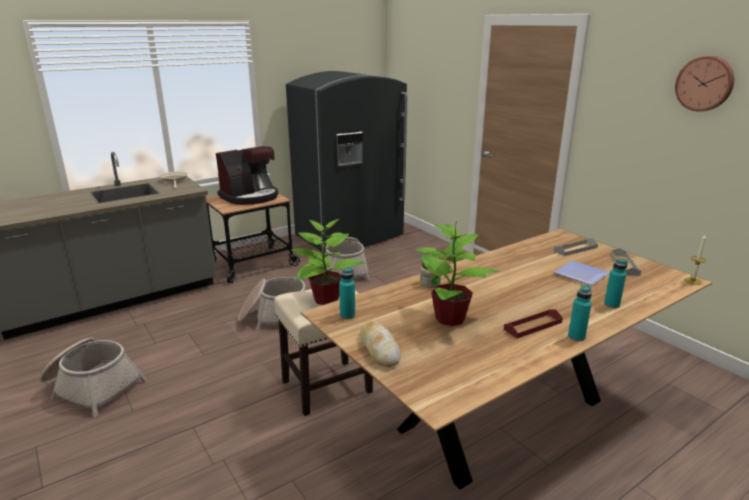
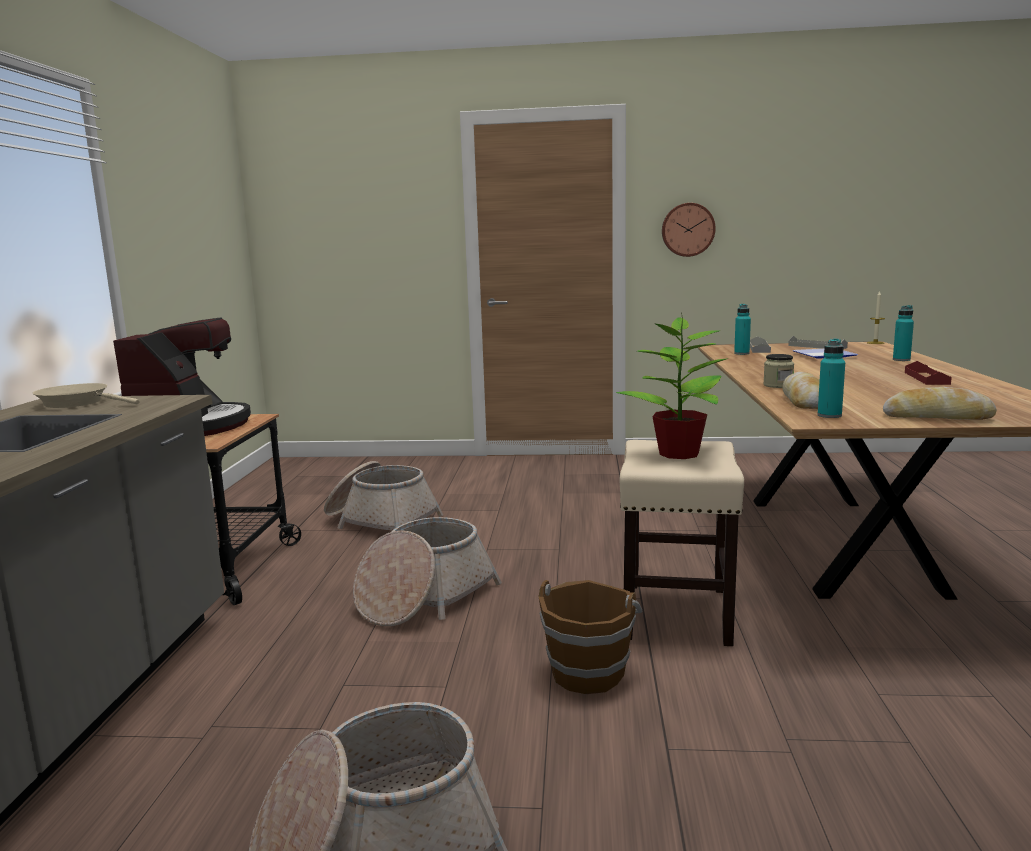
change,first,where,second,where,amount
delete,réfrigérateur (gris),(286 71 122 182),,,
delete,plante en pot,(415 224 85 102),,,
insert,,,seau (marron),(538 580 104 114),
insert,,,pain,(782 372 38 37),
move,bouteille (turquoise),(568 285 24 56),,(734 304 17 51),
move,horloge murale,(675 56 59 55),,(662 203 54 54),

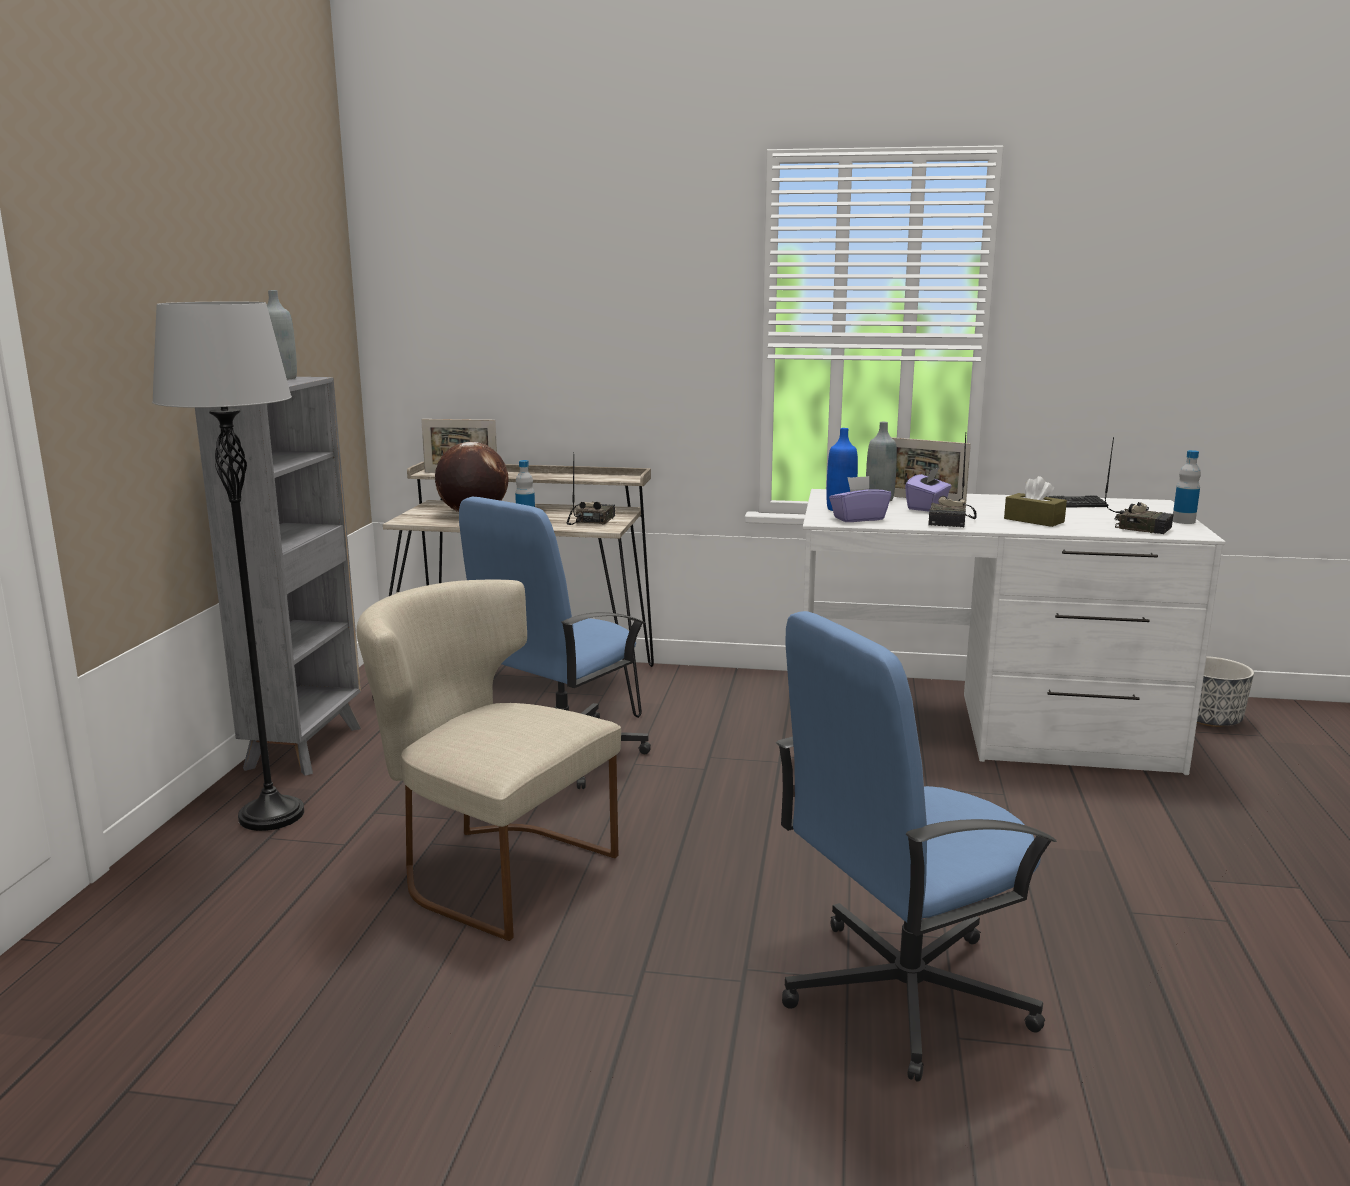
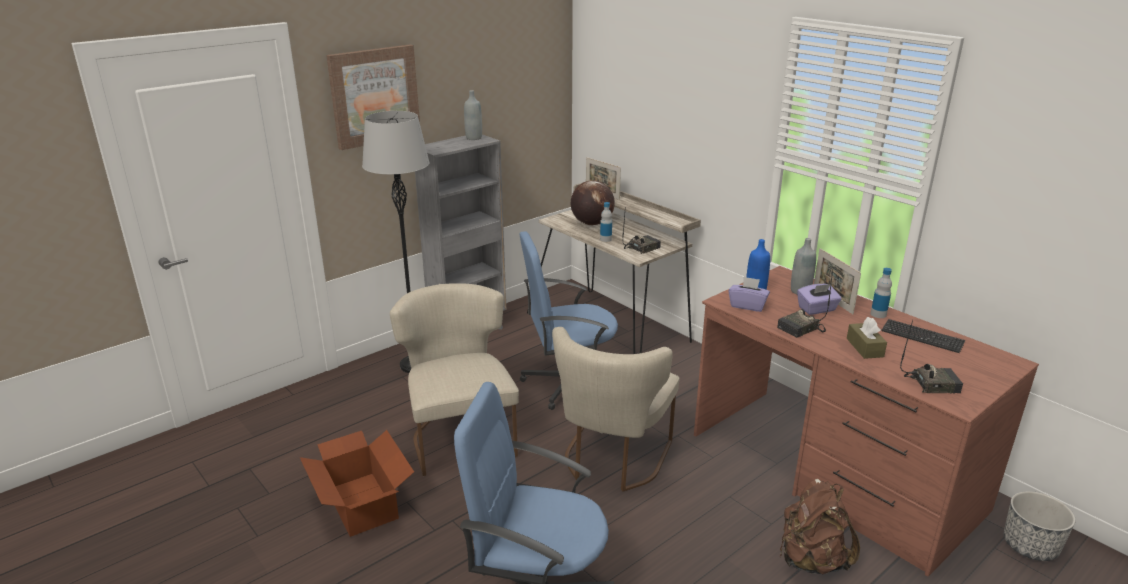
change,first,where,second,where,amount
insert,,,carton,(300 430 114 107),
insert,,,tableau,(326 45 94 105),
insert,,,chaise (beige),(552 327 128 165),
insert,,,sac à dos (marron),(779 479 81 95),
move,bouteille,(1173 450 28 74),,(870 268 22 50),
recolor,bureau (blanc),(803 489 422 286),bureau (marron),(694 266 345 311),
rotate,radio,(1105 437 68 97),,(900 320 63 74),75 degrees counterclockwise

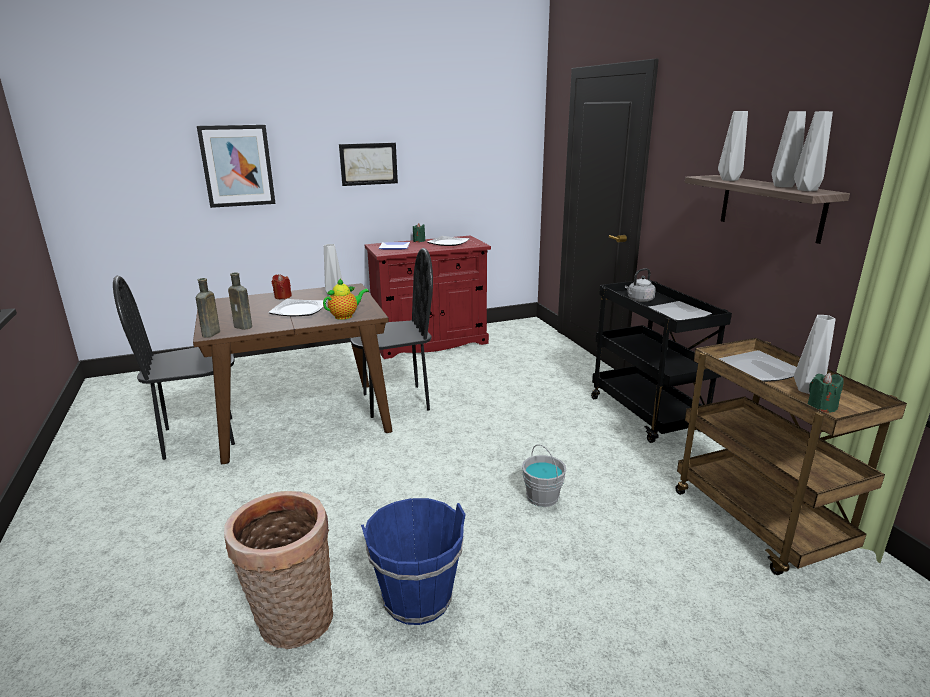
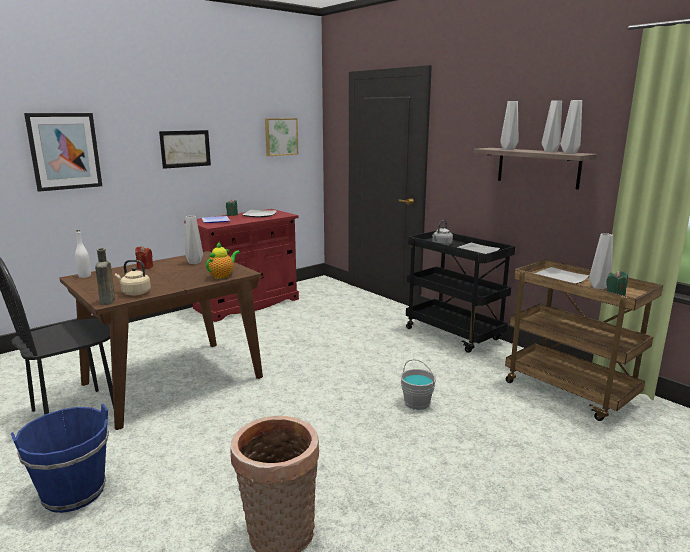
change,first,where,second,where,amount
delete,assiette,(268 299 59 17),,,
delete,chaise (noir),(350 248 83 170),,,
insert,,,bouteille (blanc),(75 230 16 48),
insert,,,tableau,(265 118 33 38),
move,seau (bleu),(361 498 105 127),,(11 404 98 109),
replace,bouteille (marron),(228 273 24 57),bouilloire (beige),(115 260 36 35),

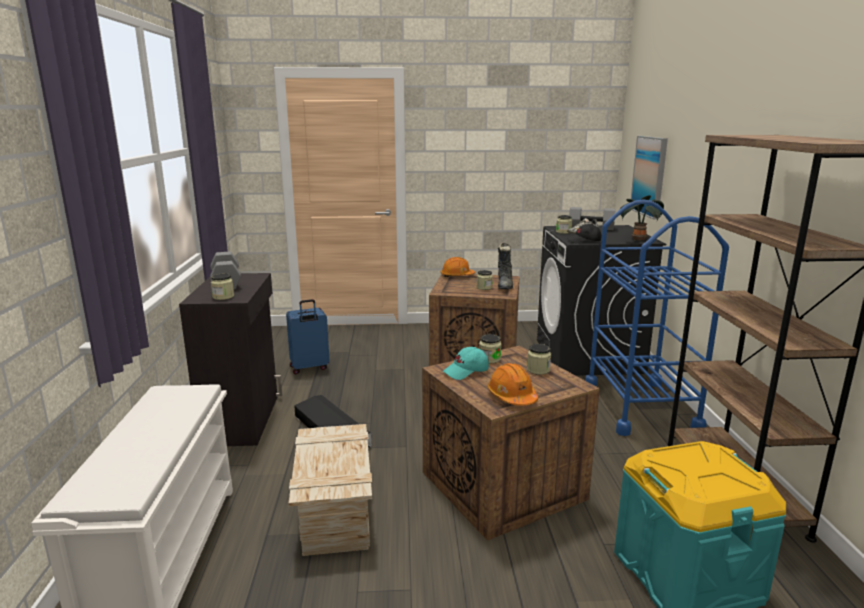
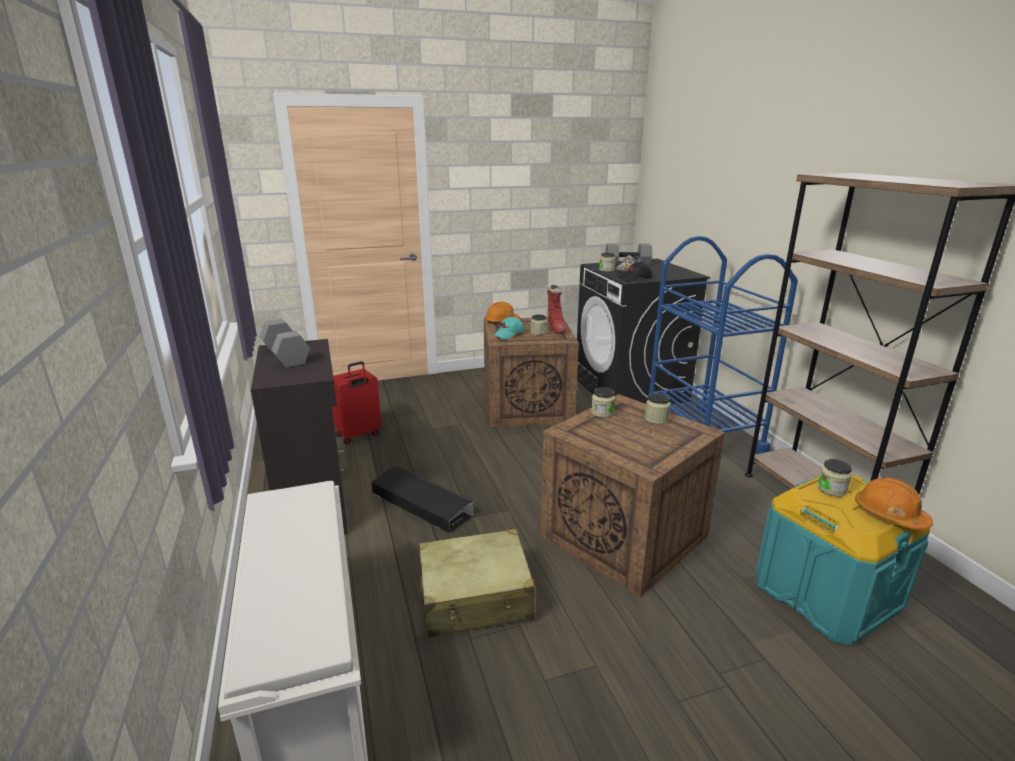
change,first,where,second,where,amount
delete,plante en pot,(620 195 44 46),,,
delete,tableau,(631 136 37 83),,,
move,bocal,(211 273 23 27),,(817 459 35 38),
move,casquette (turquoise),(443 347 46 33),,(493 317 31 22),
move,casque de chantier (orange),(488 363 50 42),,(855 477 78 53),
replace,caisse,(289 424 83 132),valise (beige),(419 529 118 108),
recolor,valise (bleu),(286 299 44 75),valise (rouge),(332 361 50 84),
recolor,botte (noir),(498 243 15 46),botte (rouge),(547 285 20 48),

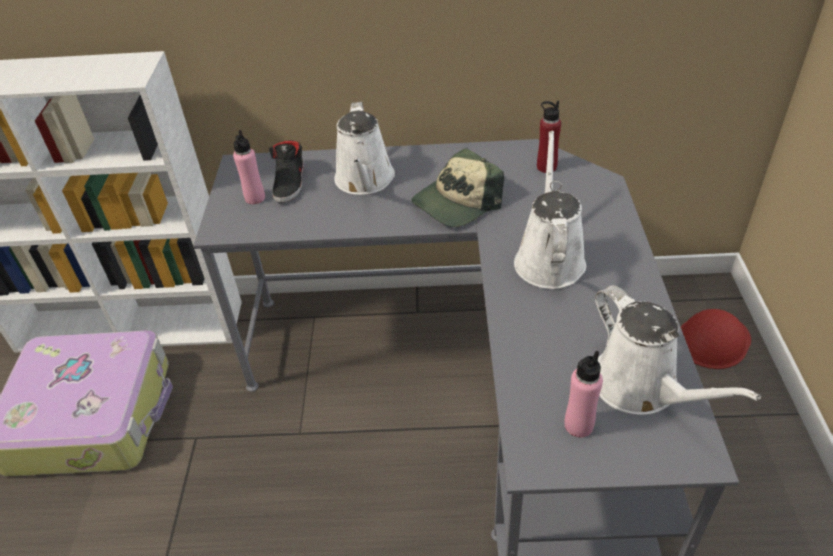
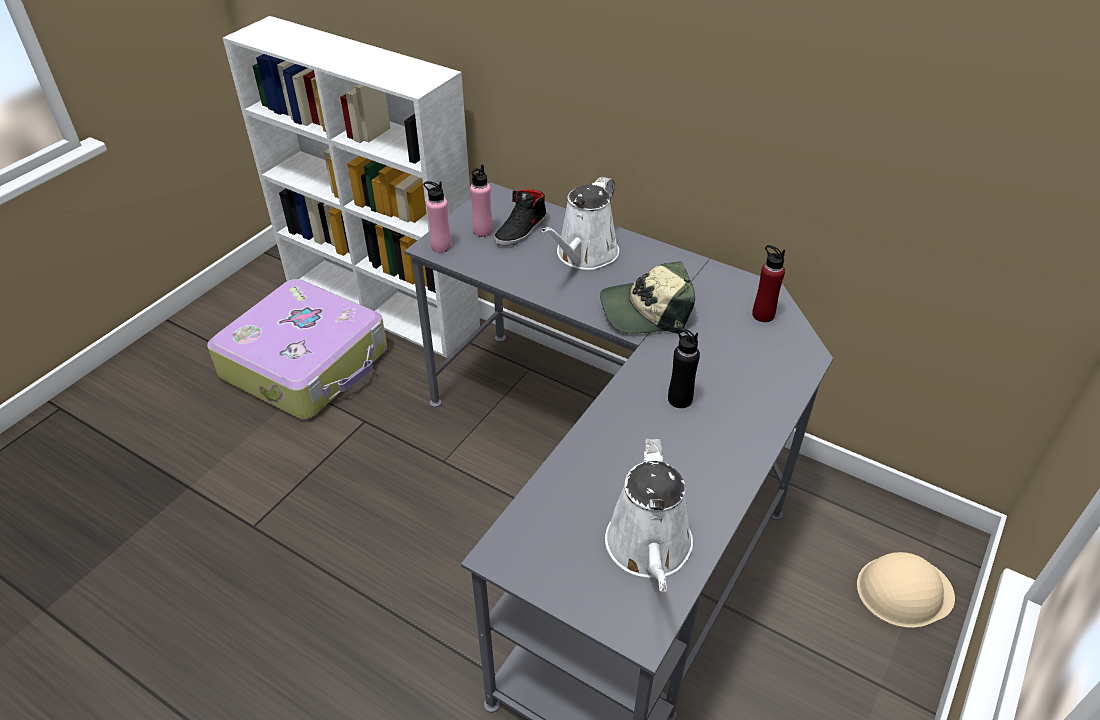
change,first,where,second,where,amount
move,bouteille (rose),(564 351 39 87),,(424 181 27 72),
replace,arrosoir (blanc),(514 131 72 158),bouteille (noir),(668 328 32 80),
recolor,casque de chantier (rouge),(681 309 70 60),casque de chantier (beige),(857 552 98 76),

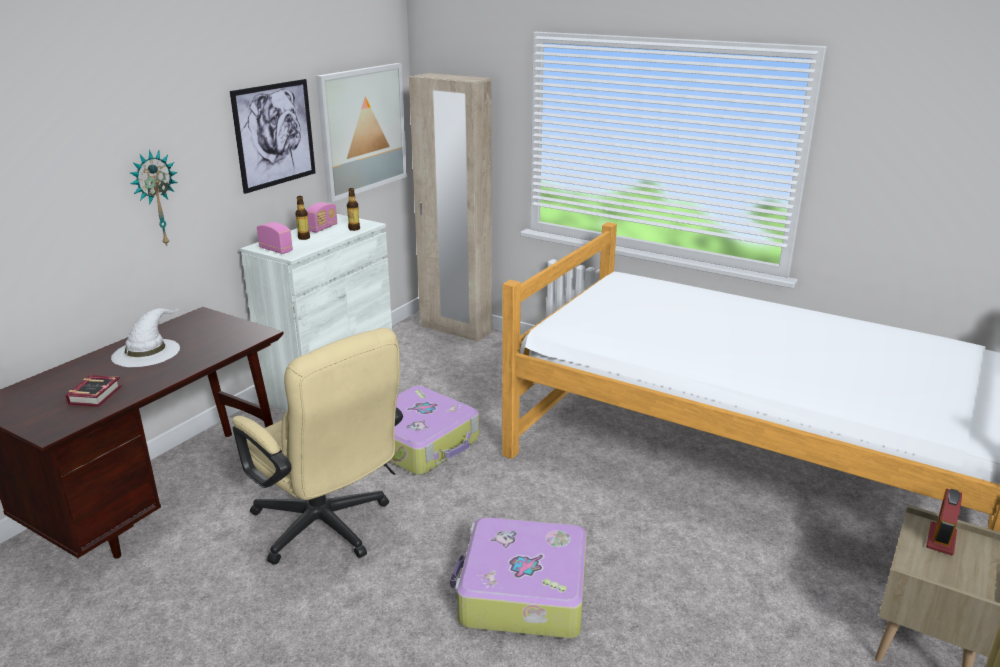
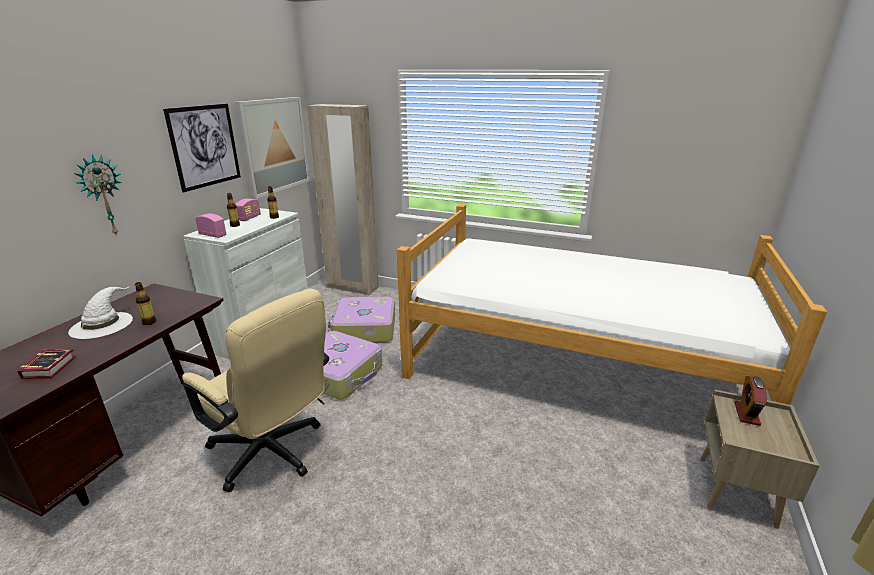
change,first,where,second,where,amount
insert,,,bouteille,(135 282 21 43),
move,valise,(450 517 137 122),,(328 297 67 46),

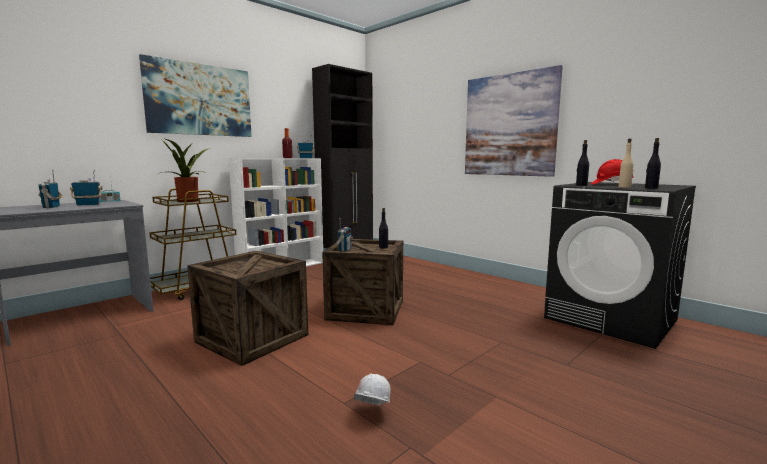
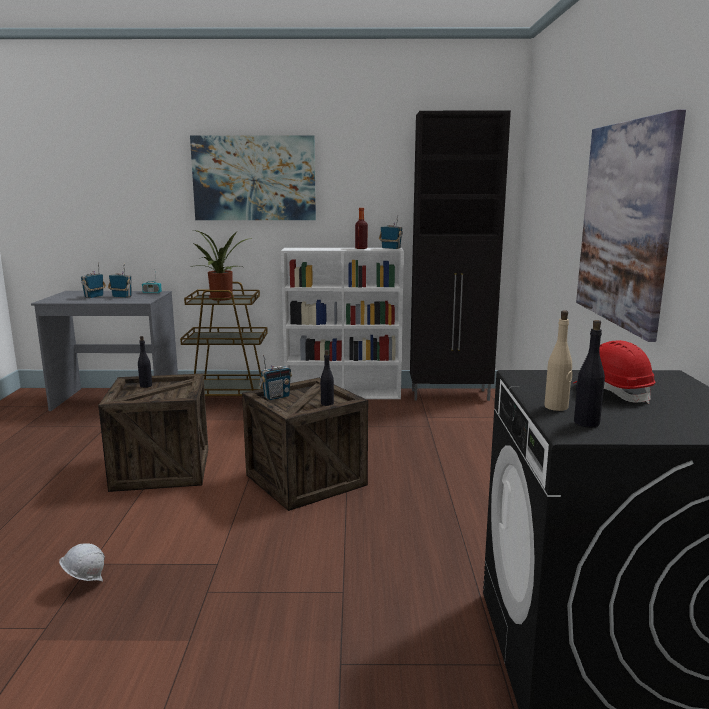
change,first,where,second,where,amount
move,bouteille (noir),(576 140 13 46),,(138 336 14 52),

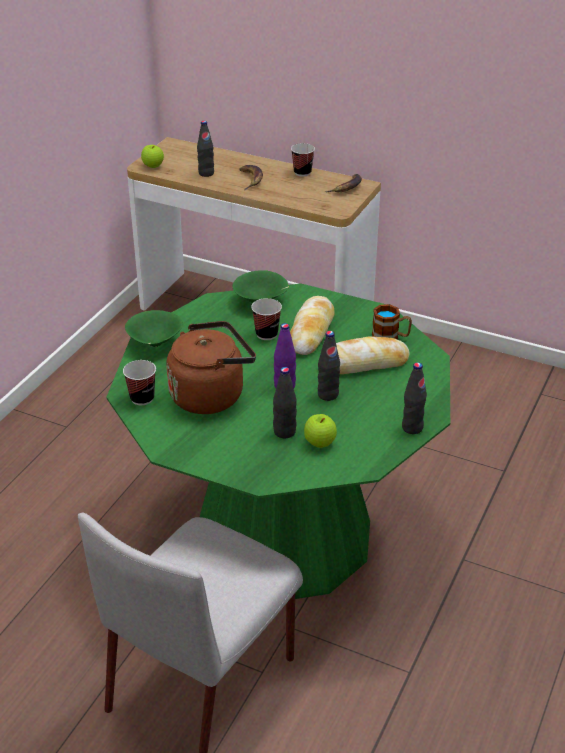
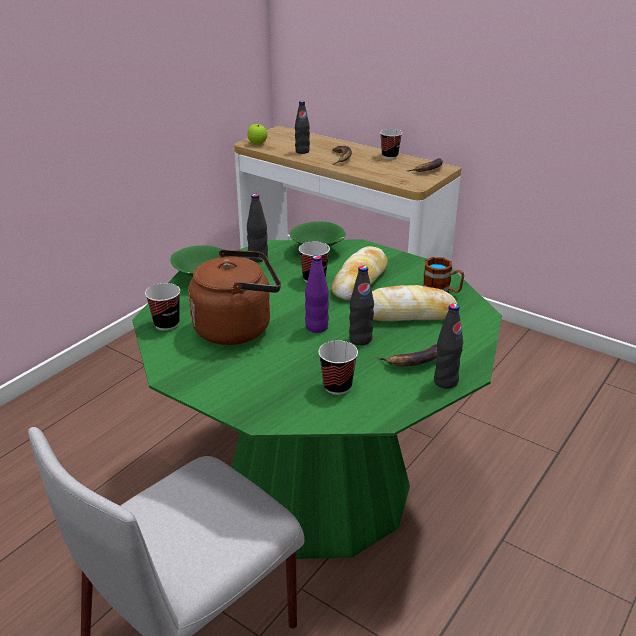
change,first,where,second,where,amount
insert,,,banane,(377 344 60 22),
move,bouteille (noir),(273 367 24 71),,(247 194 21 68),
replace,pomme,(304 414 33 34),tasse,(318 340 40 55),

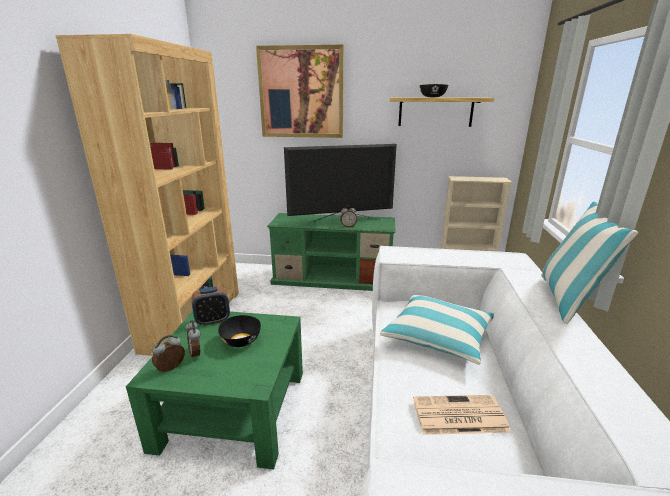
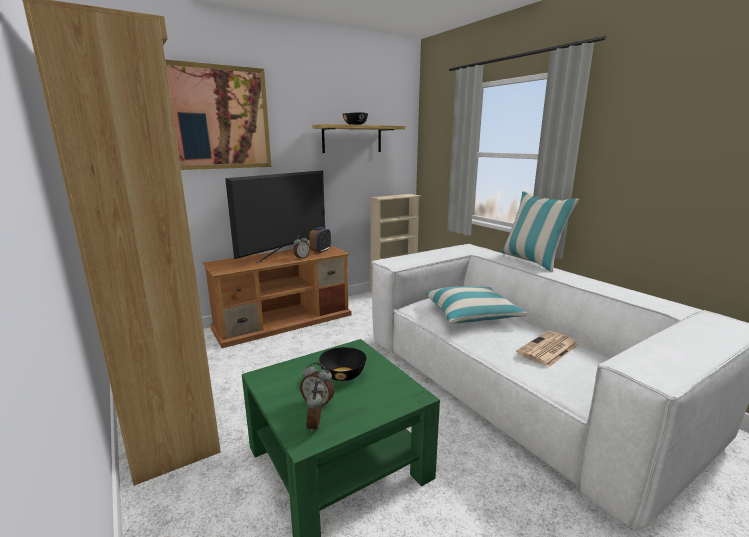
change,first,where,second,where,amount
move,réveil,(192 287 38 39),,(309 227 22 26),
recolor,meuble télé (vert),(267 213 129 78),meuble télé (marron),(202 245 150 103),

